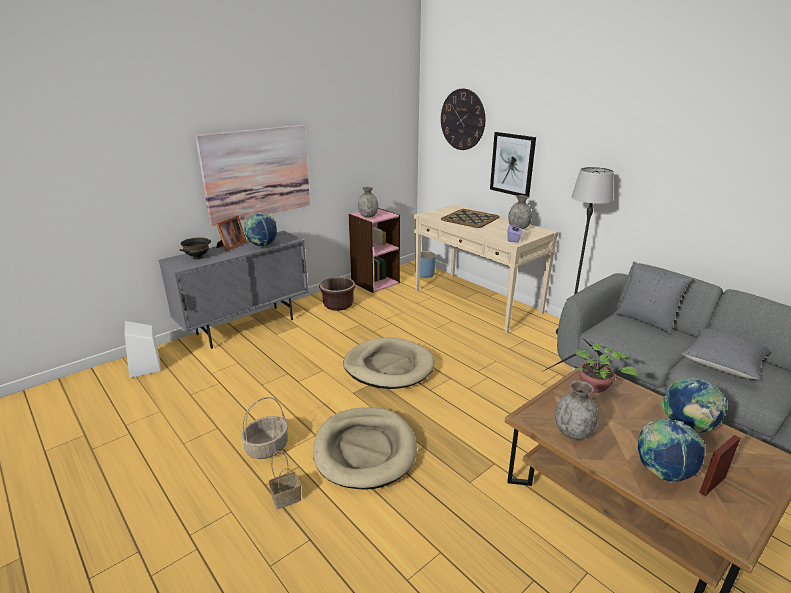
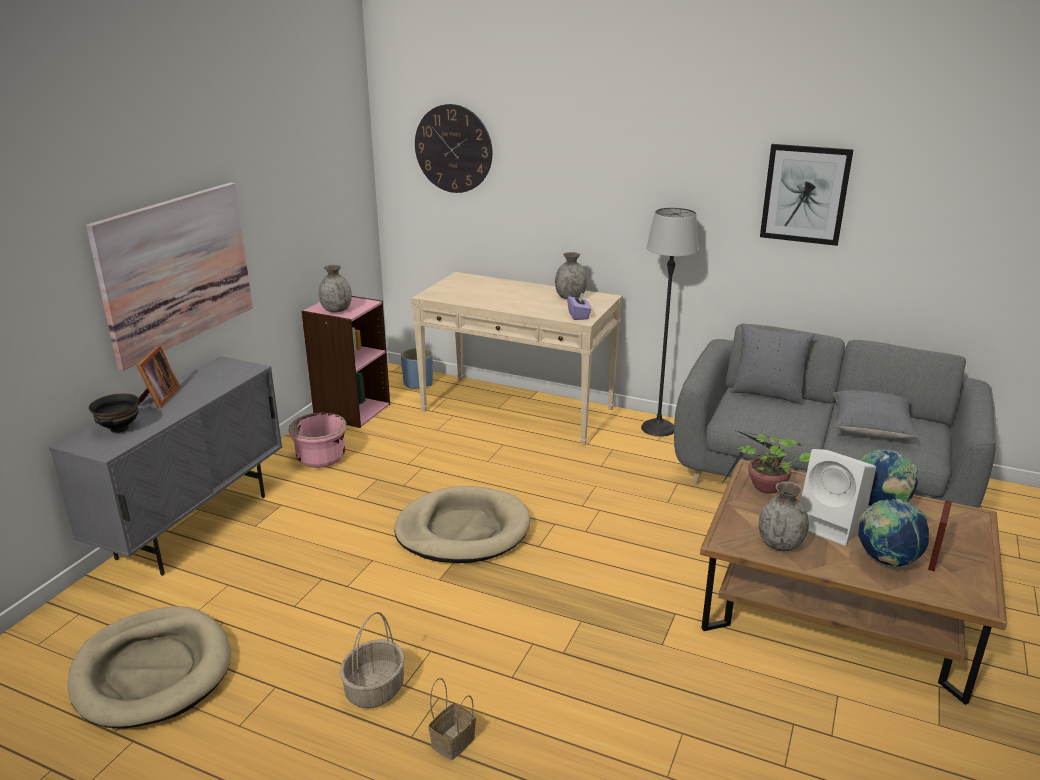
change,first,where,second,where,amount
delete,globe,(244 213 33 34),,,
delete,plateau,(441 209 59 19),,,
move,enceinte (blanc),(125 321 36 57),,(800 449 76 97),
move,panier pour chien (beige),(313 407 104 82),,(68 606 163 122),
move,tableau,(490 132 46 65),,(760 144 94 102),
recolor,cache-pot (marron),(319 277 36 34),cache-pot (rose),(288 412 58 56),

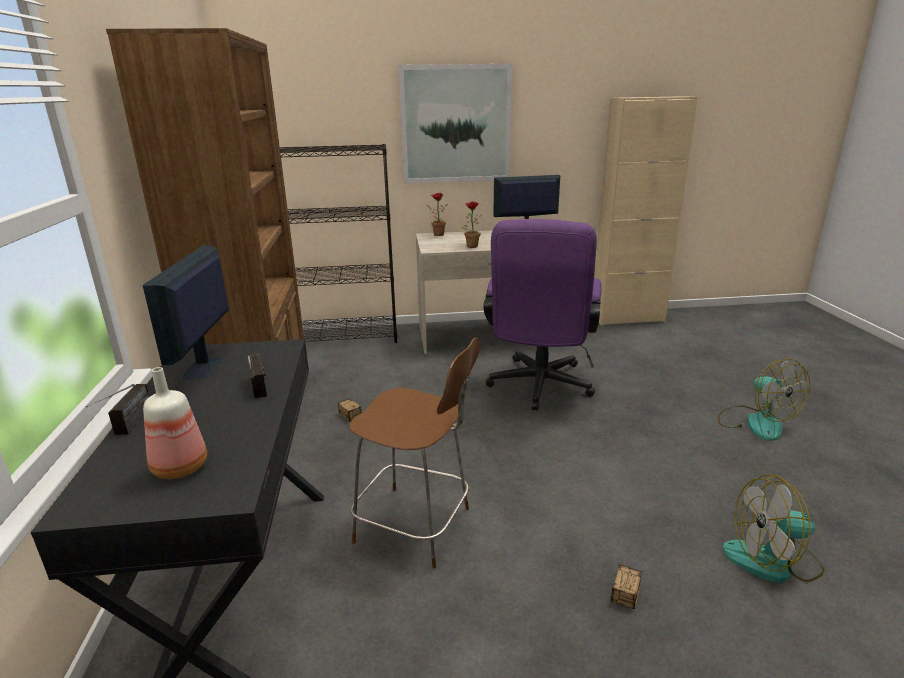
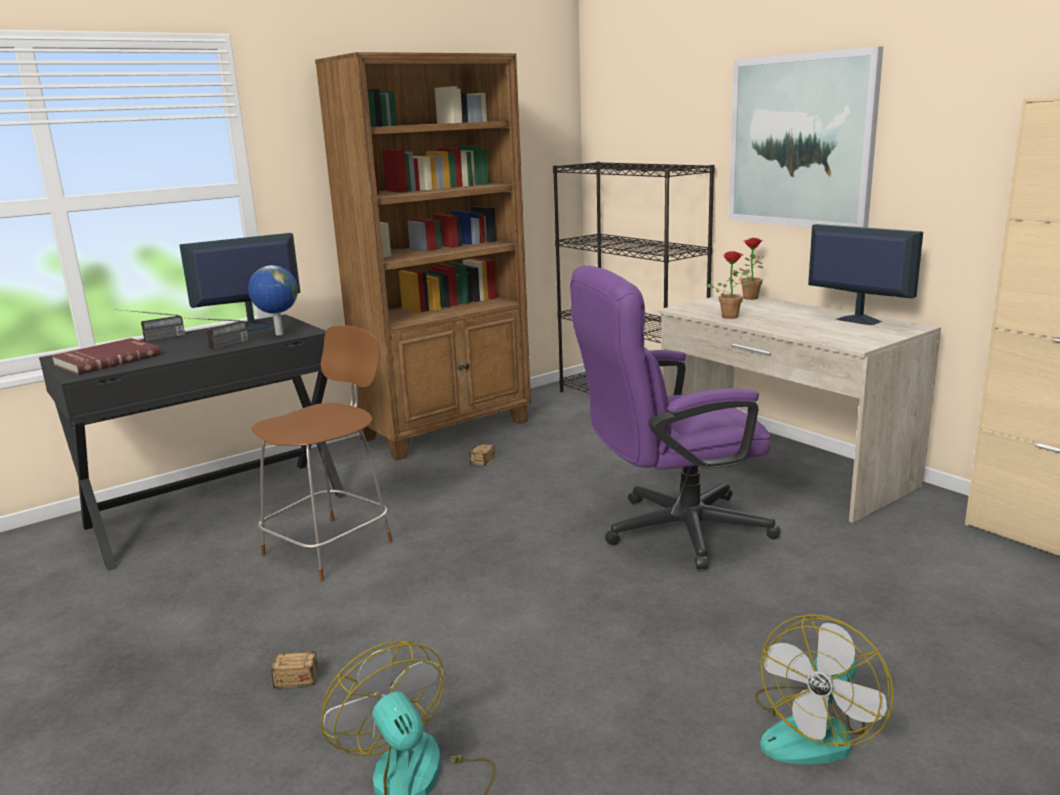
change,first,where,second,where,amount
insert,,,globe,(248 265 50 70),
replace,bouteille,(143 367 64 112),livre (rouge),(51 338 109 37),
rotate,chaise (marron),(349 338 131 230),,(251 325 142 256),135 degrees counterclockwise

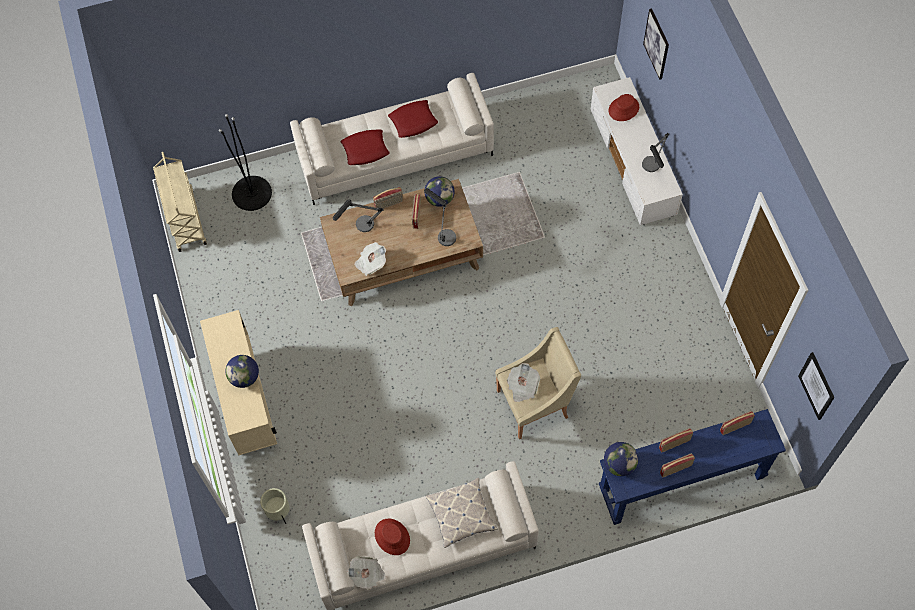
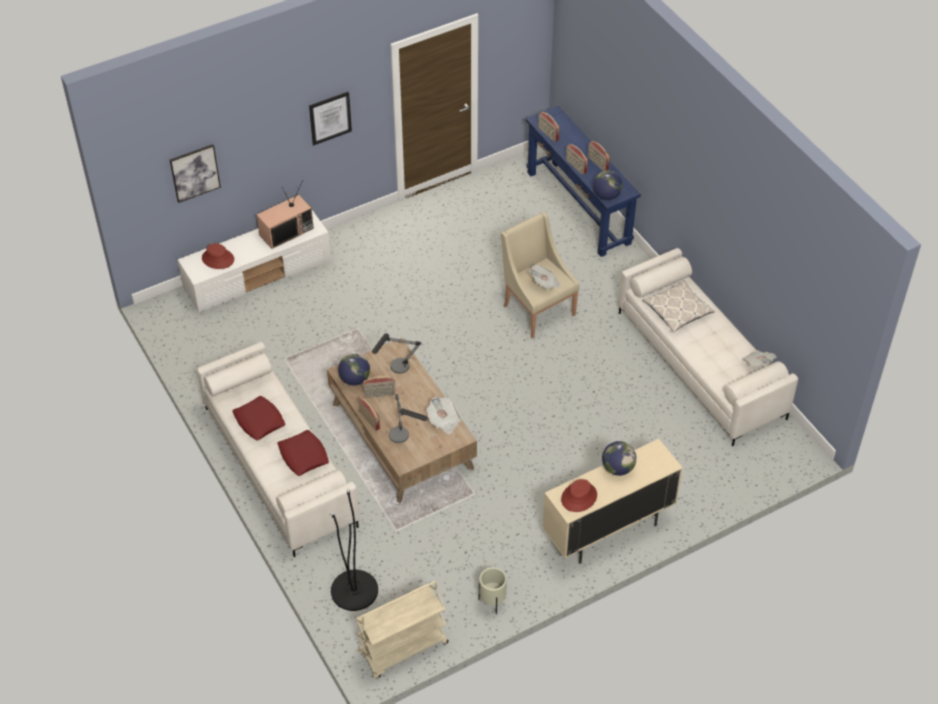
change,first,where,second,where,amount
move,cache-pot (beige),(260 488 30 36),,(479 567 28 47),
move,chapeau (rouge),(375 519 35 36),,(561 479 36 33),
move,tableau,(798 352 37 68),,(309 92 43 53),
replace,lampe de table,(642 133 27 39),téléviseur,(256 180 58 69),

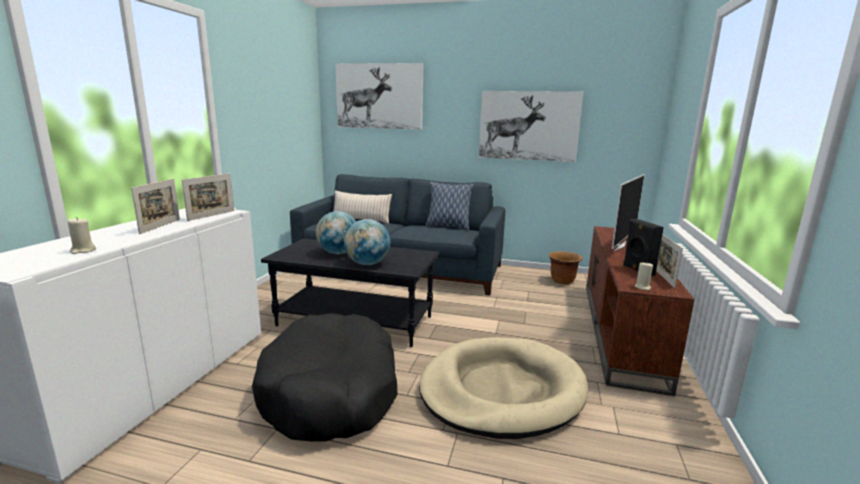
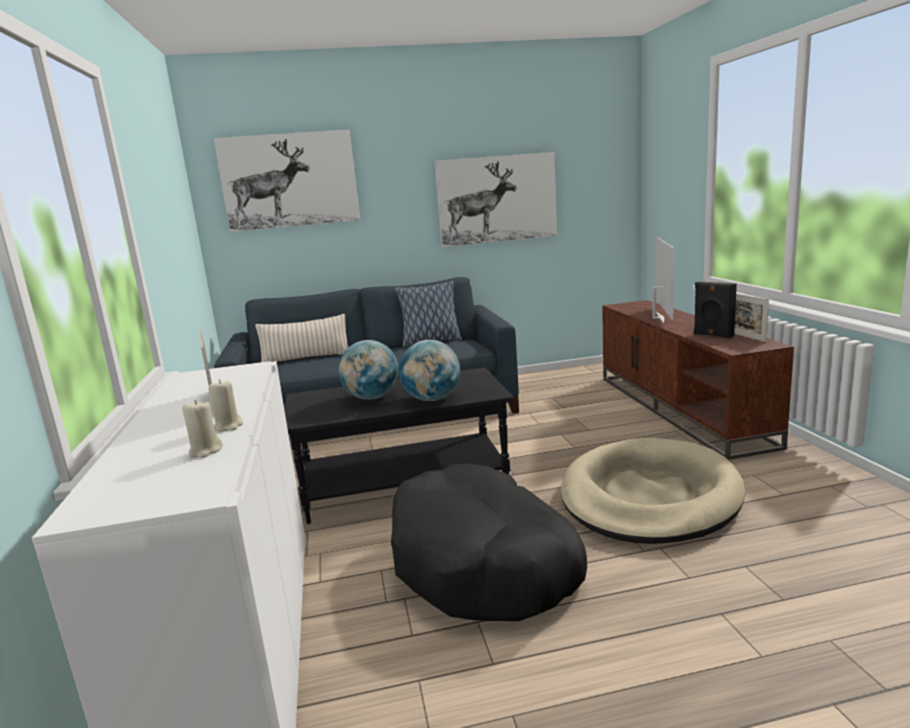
change,first,where,second,where,amount
delete,cadre photo,(182 174 52 47),,,
delete,cache-pot (marron),(549 251 34 33),,,
move,bougie (beige),(634 263 19 28),,(208 379 35 53),

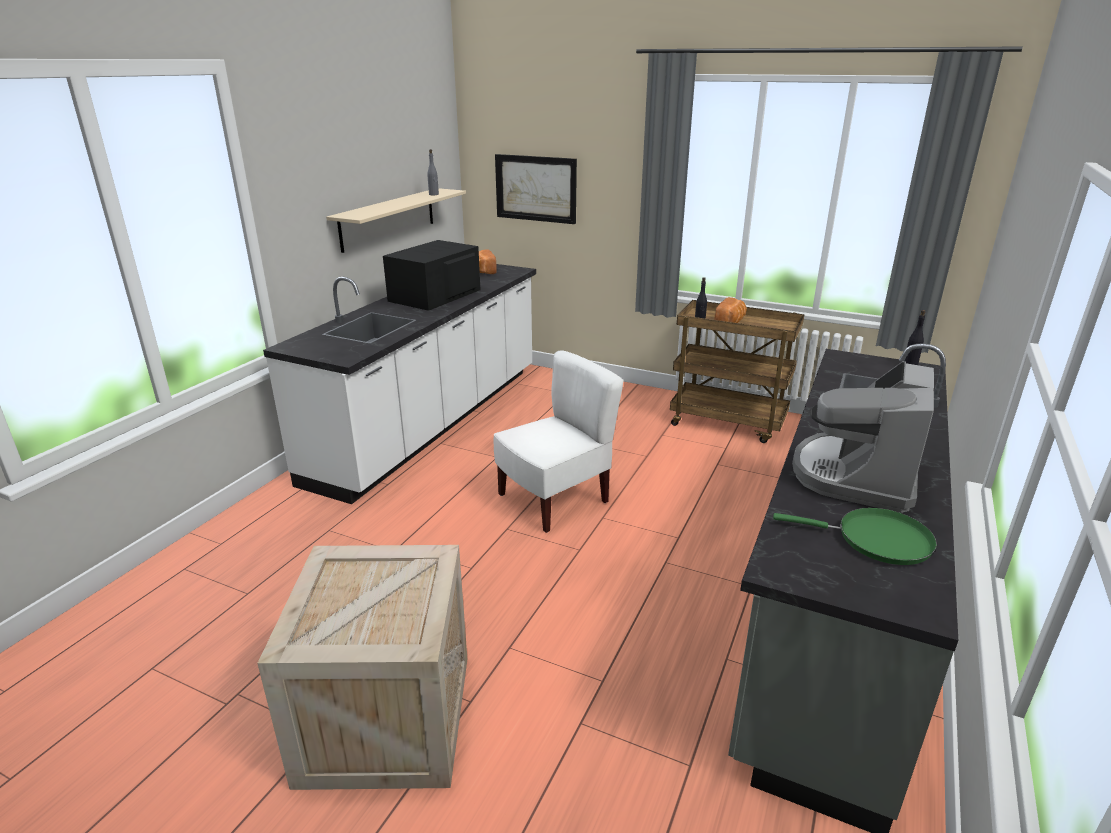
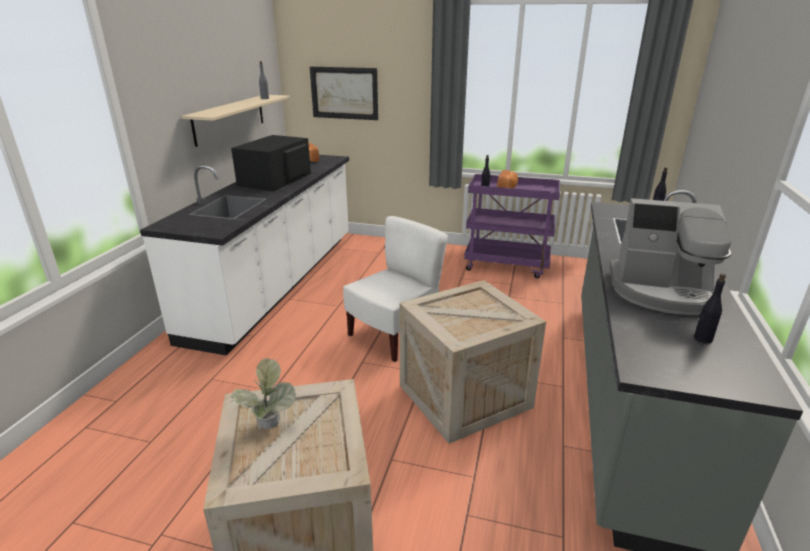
change,first,where,second,where,amount
insert,,,plante en pot,(230 358 66 72),
insert,,,caisse,(399 280 147 164),
replace,poêle (vert),(773 508 164 57),bouteille (noir),(694 274 32 70),
recolor,chariot (marron),(670 300 134 143),chariot (violet),(464 174 96 104),
rotate,machine à café,(792 361 142 152),,(610 198 121 117),90 degrees counterclockwise

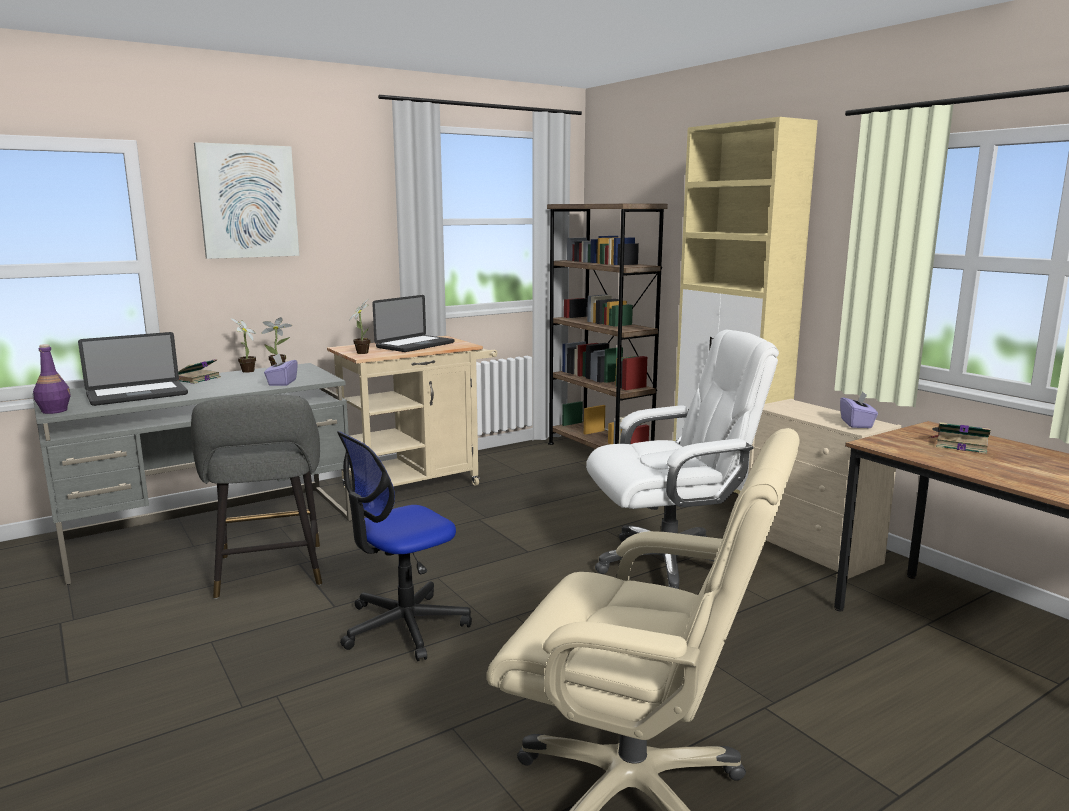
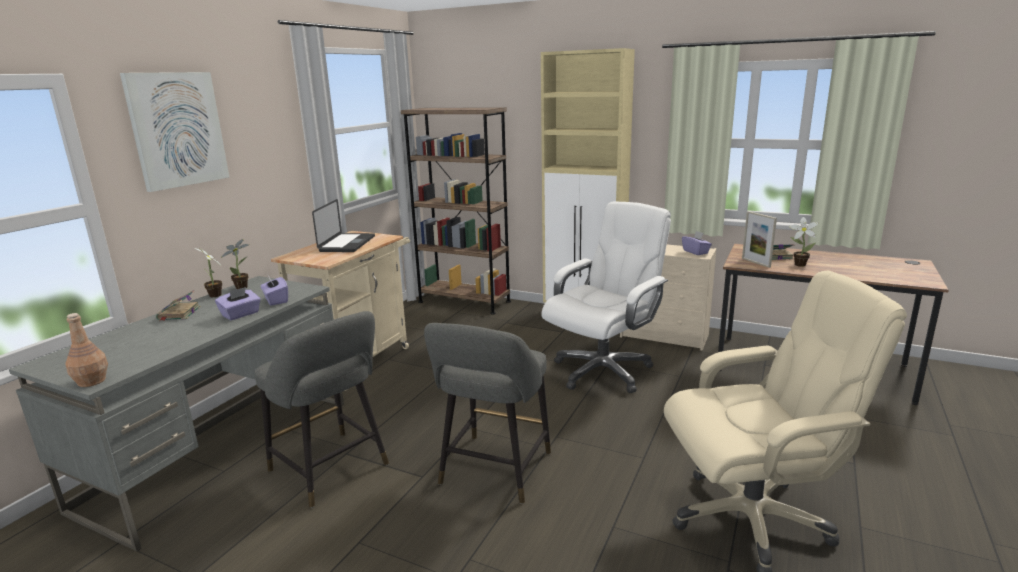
change,first,where,second,where,amount
delete,ordinateur portable,(78 332 110 74),,,
insert,,,boîte à mouchoirs (violet),(215 287 46 33),
insert,,,cadre photo,(742 211 35 57),
move,plante en pot,(349 300 21 54),,(789 217 29 50),
replace,chaise de bureau,(337 431 135 230),tabouret (gris),(424 323 127 181),
recolor,bouteille (violet),(33 344 38 70),bouteille (marron),(65 313 43 74),

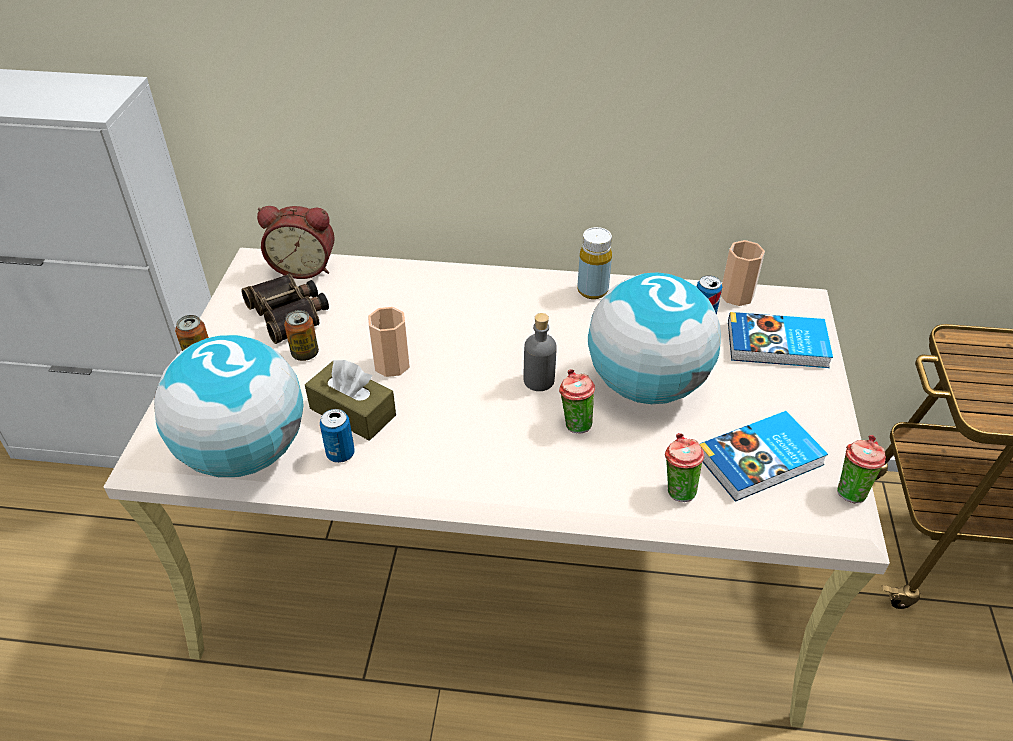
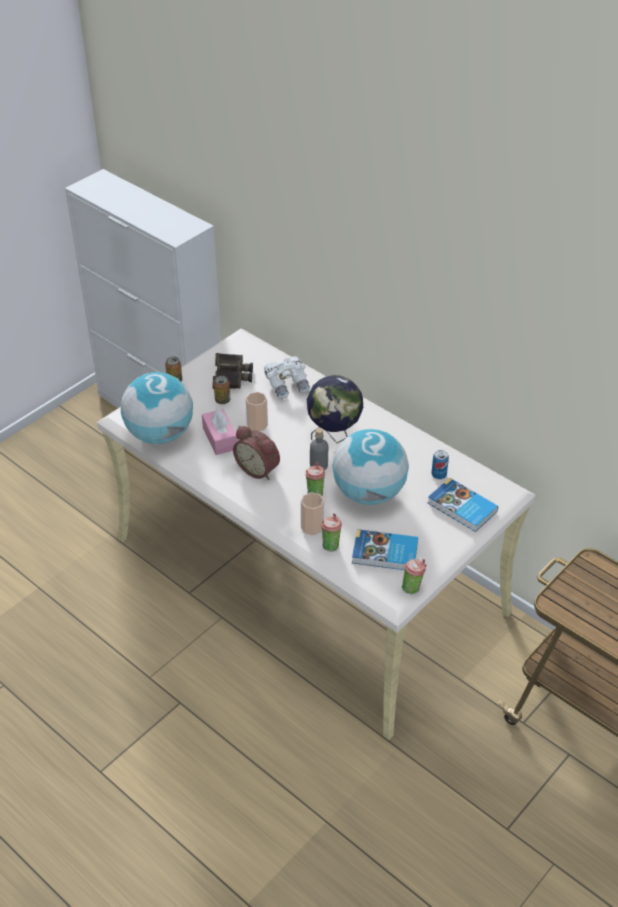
change,first,where,second,where,amount
delete,boîte métallique,(320 409 35 54),,,
delete,bouteille (jaune),(577 227 35 72),,,
insert,,,jumelles (blanc),(264 356 46 43),
insert,,,globe,(307 375 56 68),
move,réveil,(257 206 78 73),,(233 426 47 54),
move,tasse,(721 240 44 66),,(301 492 23 43),
recolor,boîte à mouchoirs (marron),(305 360 91 81),boîte à mouchoirs (rose),(202 408 35 47),

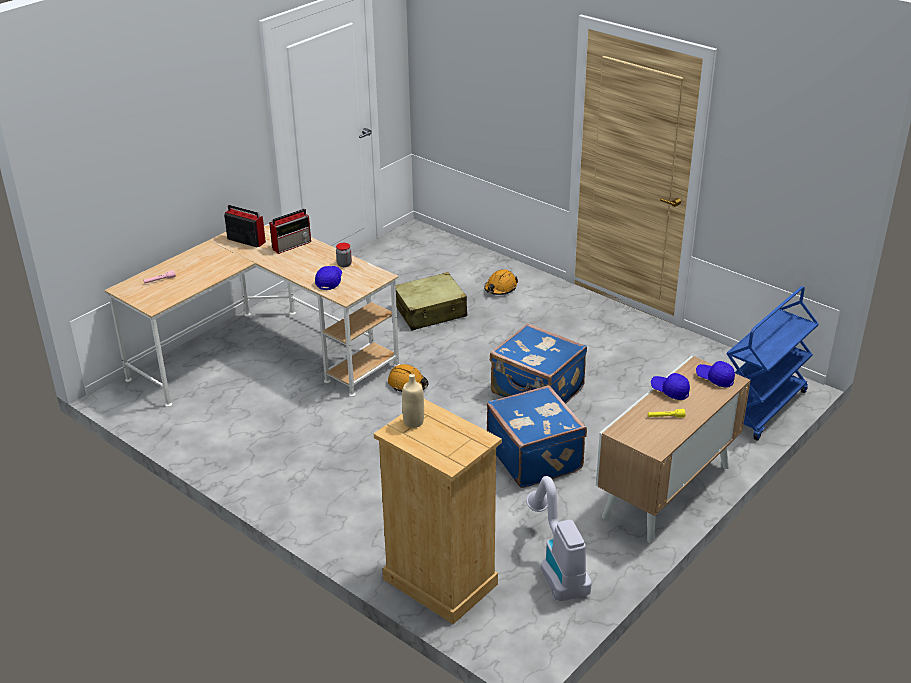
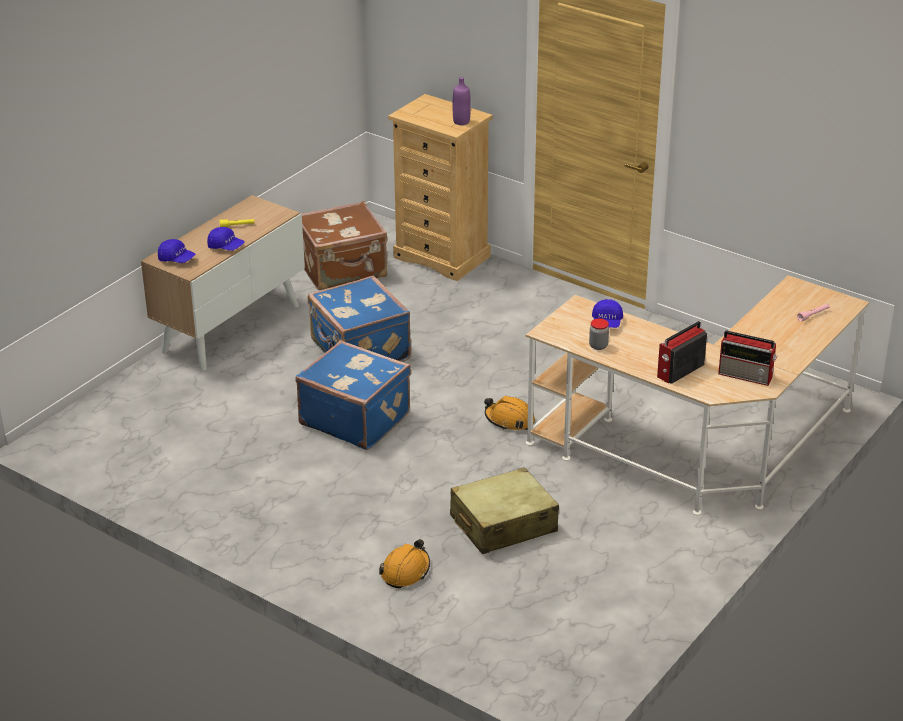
change,first,where,second,where,amount
delete,chariot (bleu),(727 286 92 154),,,
replace,aspirateur,(526 476 66 125),valise (marron),(302 201 85 89),
recolor,bouteille (beige),(402 374 22 54),bouteille (violet),(453 77 18 48),

